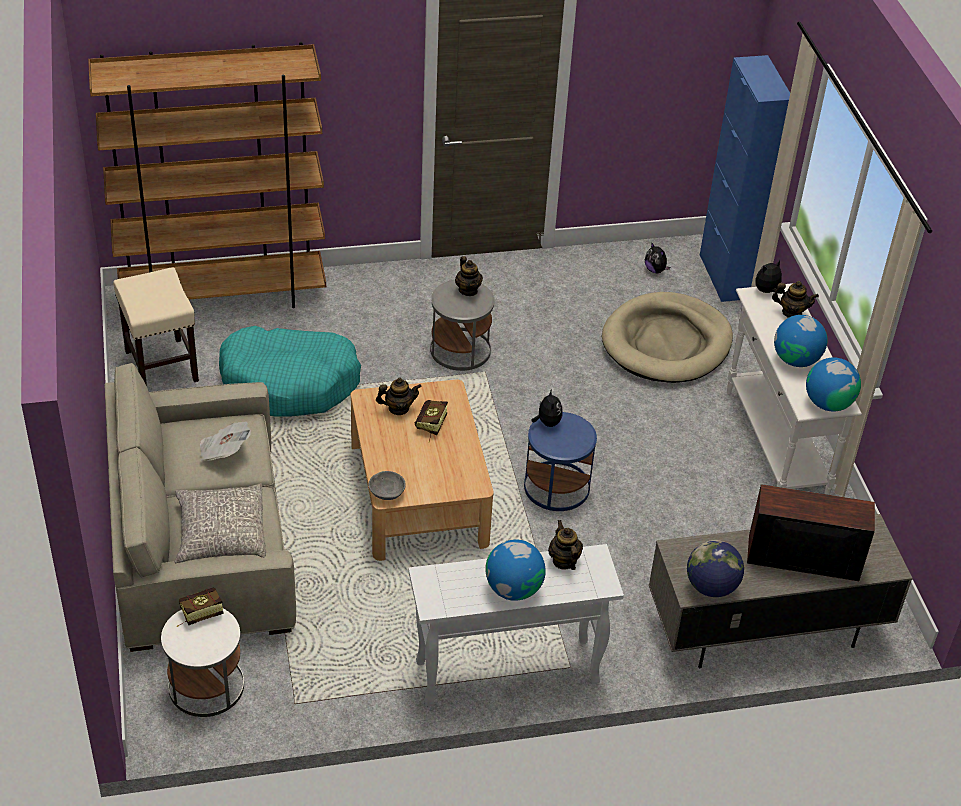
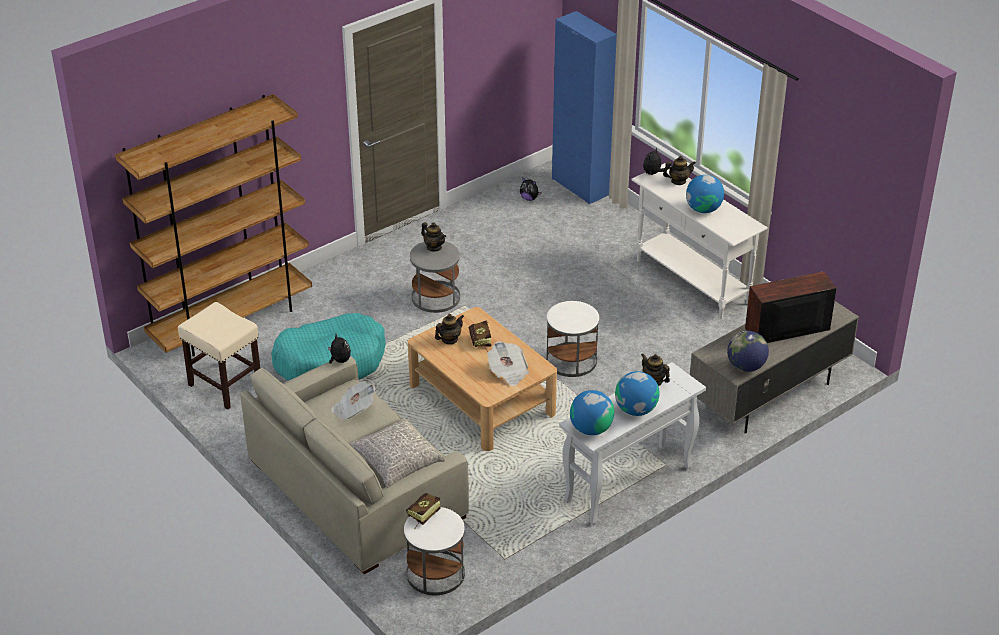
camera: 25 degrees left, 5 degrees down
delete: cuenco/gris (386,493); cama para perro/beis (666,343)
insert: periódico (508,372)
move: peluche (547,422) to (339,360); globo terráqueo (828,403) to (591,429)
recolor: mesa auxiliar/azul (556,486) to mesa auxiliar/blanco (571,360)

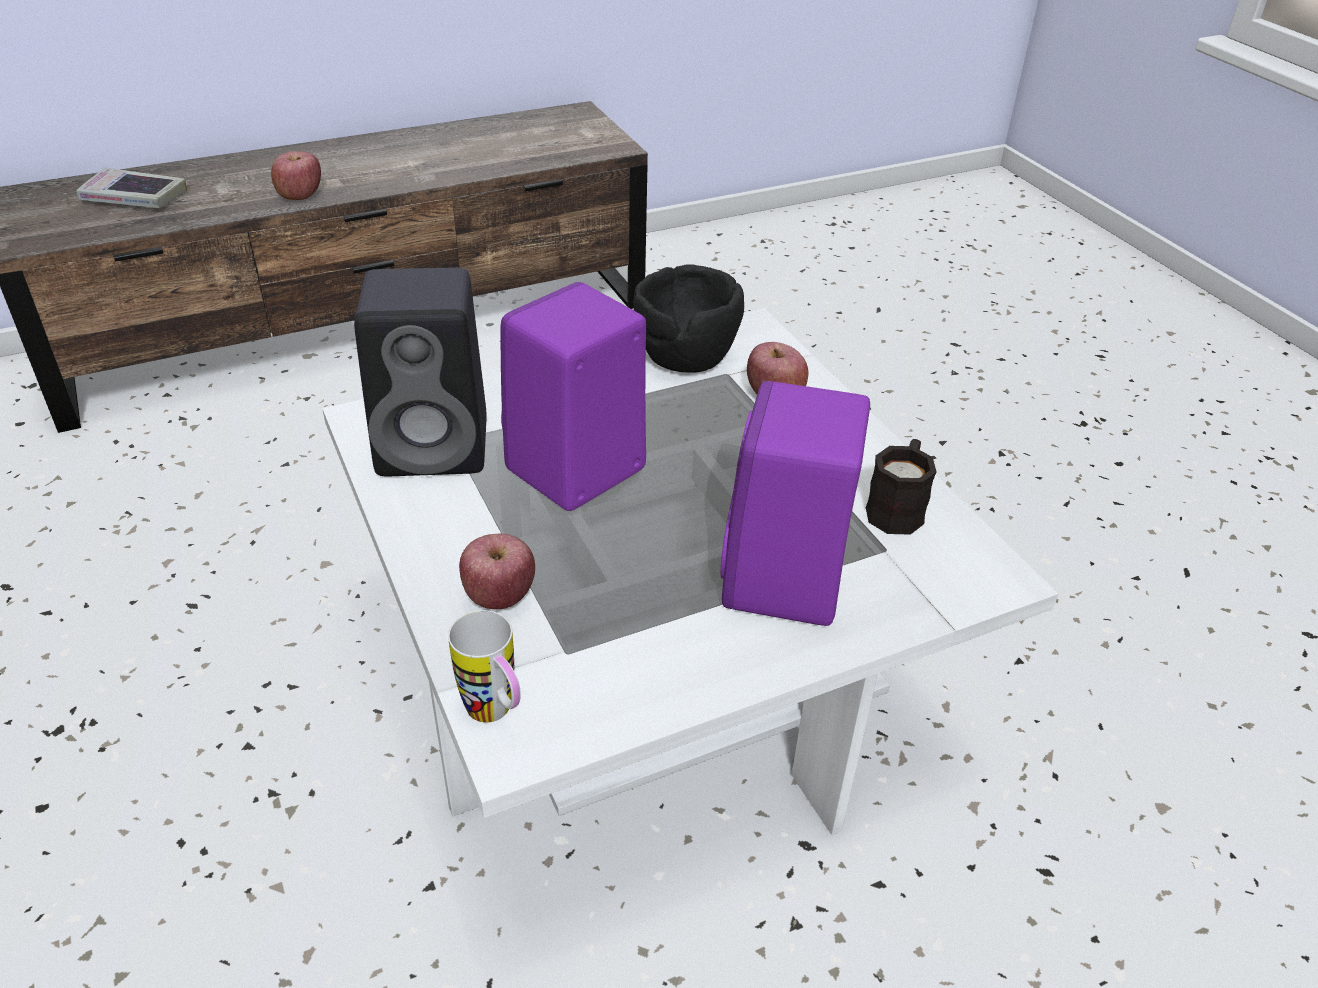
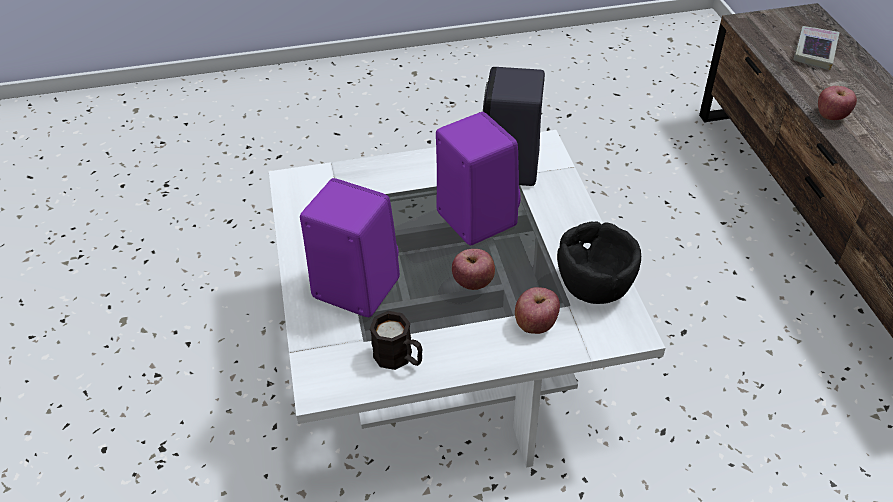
camera: 105 degrees right, 5 degrees up
delete: taza grande (496,715)
move: manzana (499,596) to (473,283)

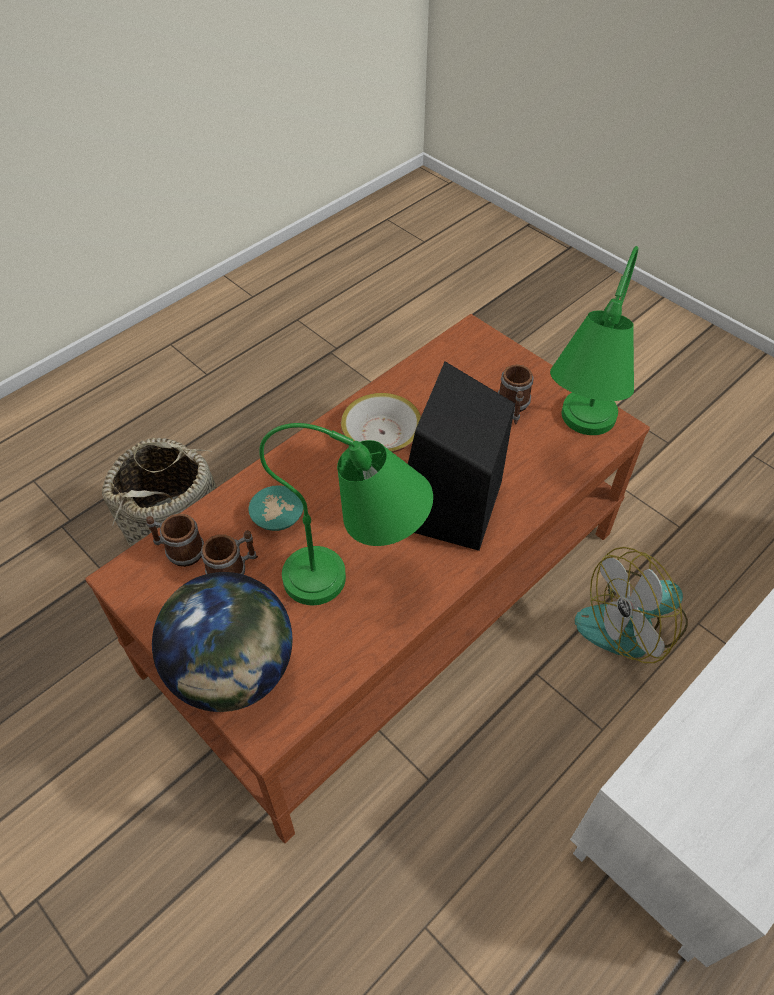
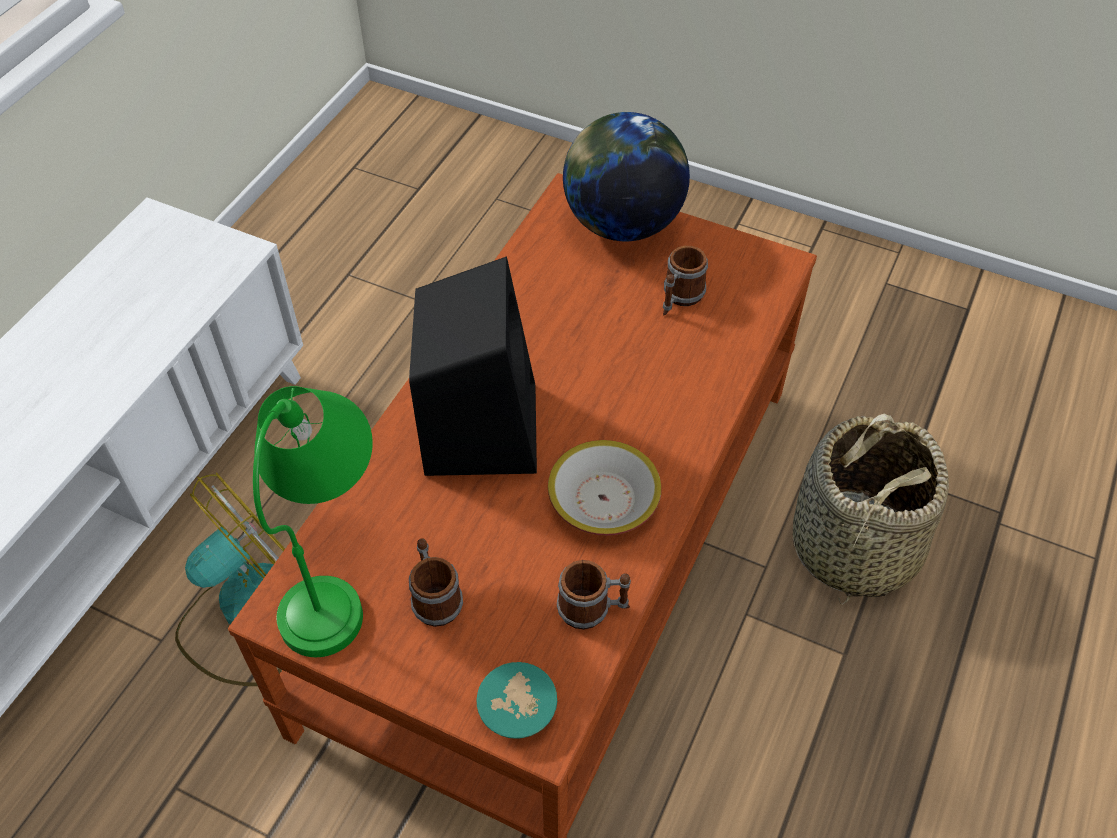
camera: 160 degrees right, 0 degrees up
delete: lámpara de mesa/verde (358,579)
move: taza grande (179,551) to (593,609); cuenco/turquesa (276,518) to (518,706)

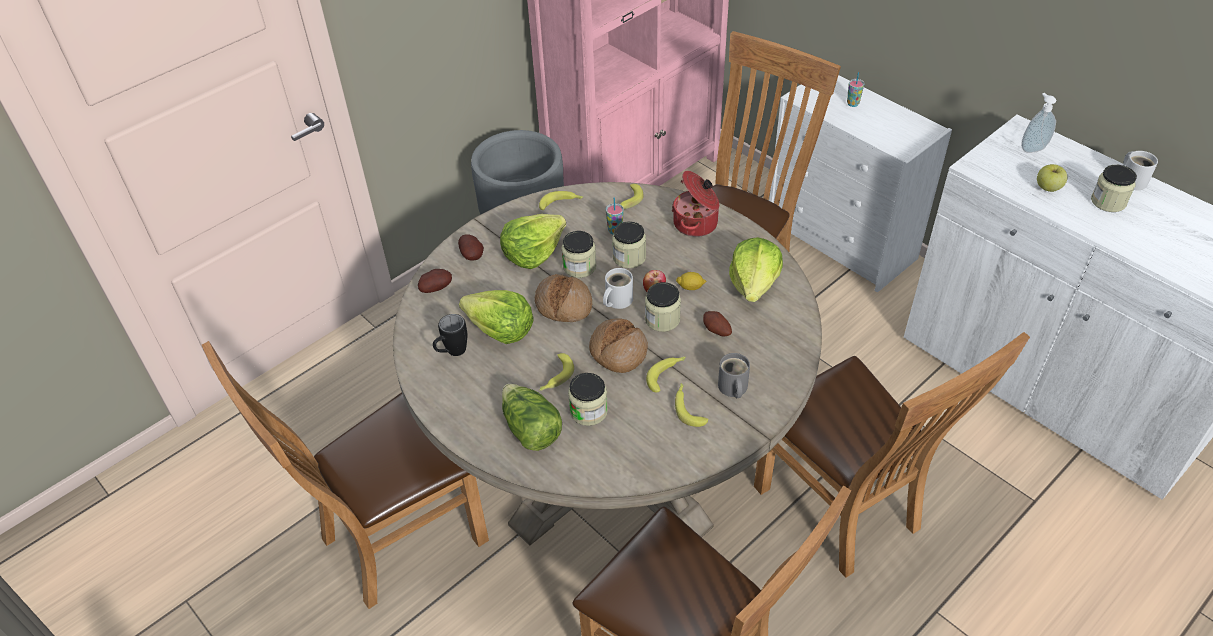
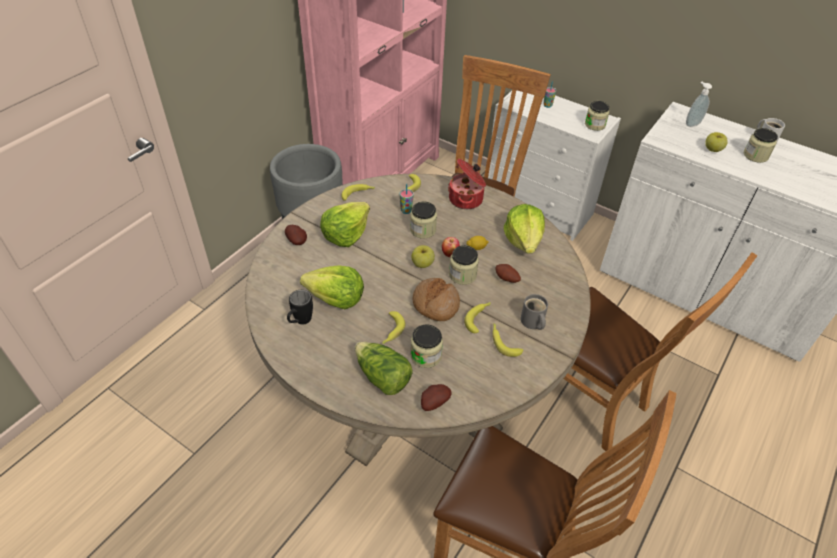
camera: 15 degrees left, 0 degrees up
delete: silla/marrón (393,541); pan (564,304)
move: patata (436,288) to (433,402); tarro (579,267) to (595,125)
replace: taza grande/blanco (616,300) to manzana (422,264)

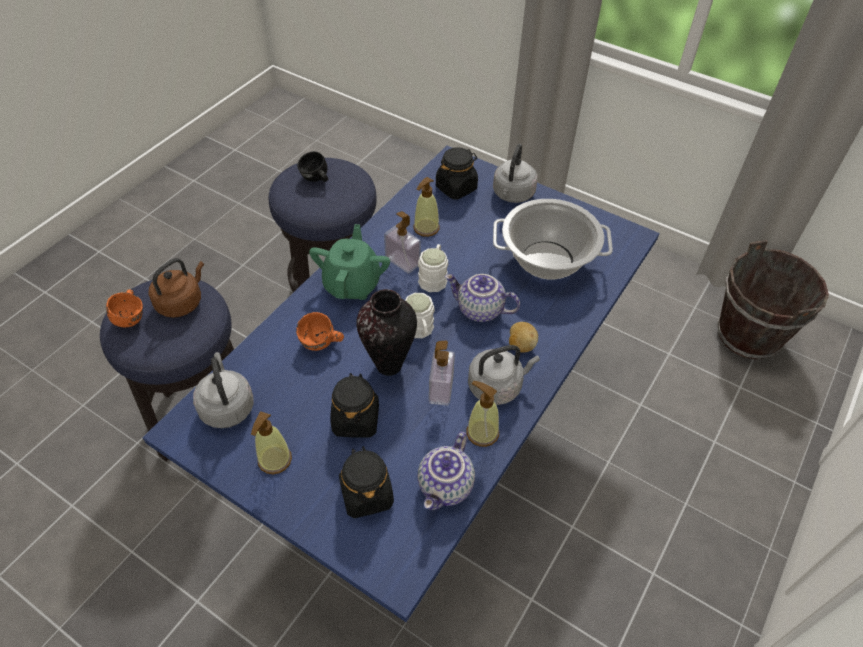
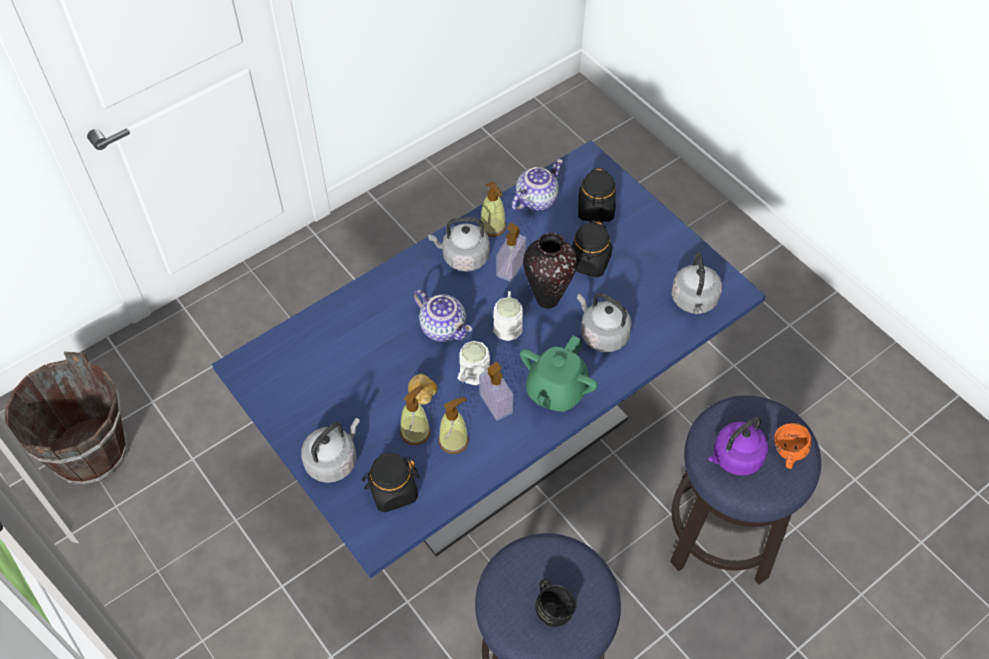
camera: 160 degrees left, 5 degrees up
delete: olla (548,260)
move: dispensador de jabón (274,460) to (415,432); patata (521,345) to (423,396)
replace: taza grande/naranja (322,345) to hervidor/gris (602,334)
recolor: hervidor/marrón (181,302) to hervidor/morado (735,458)

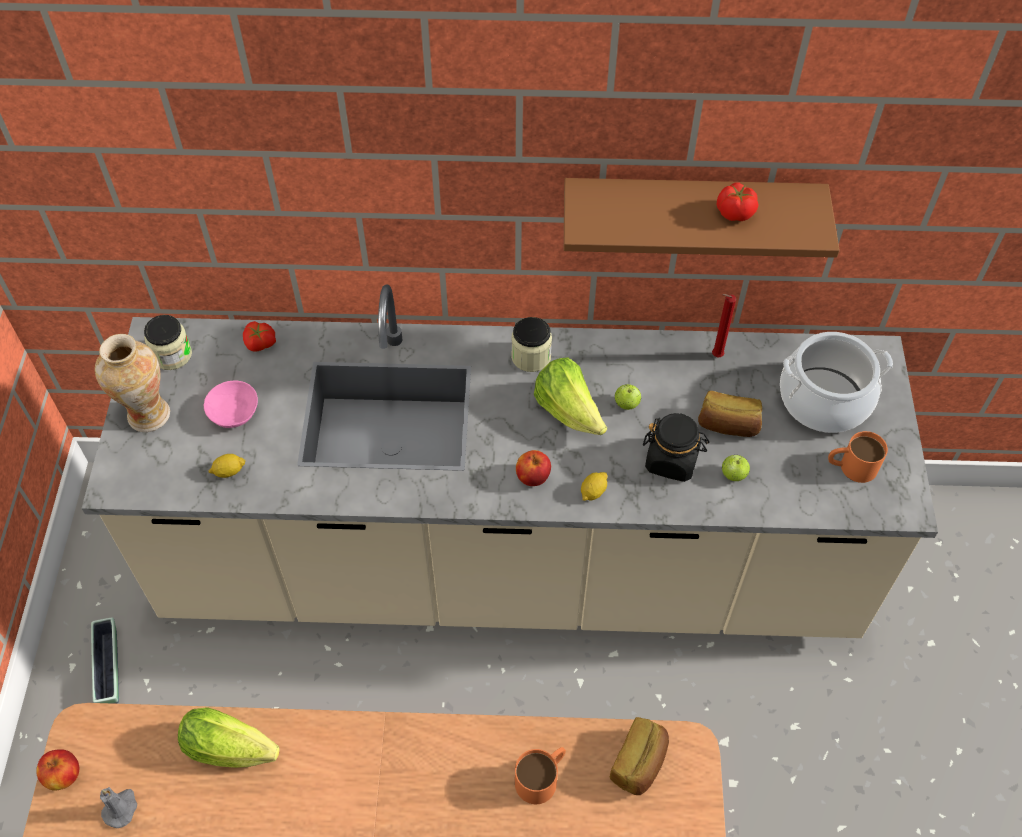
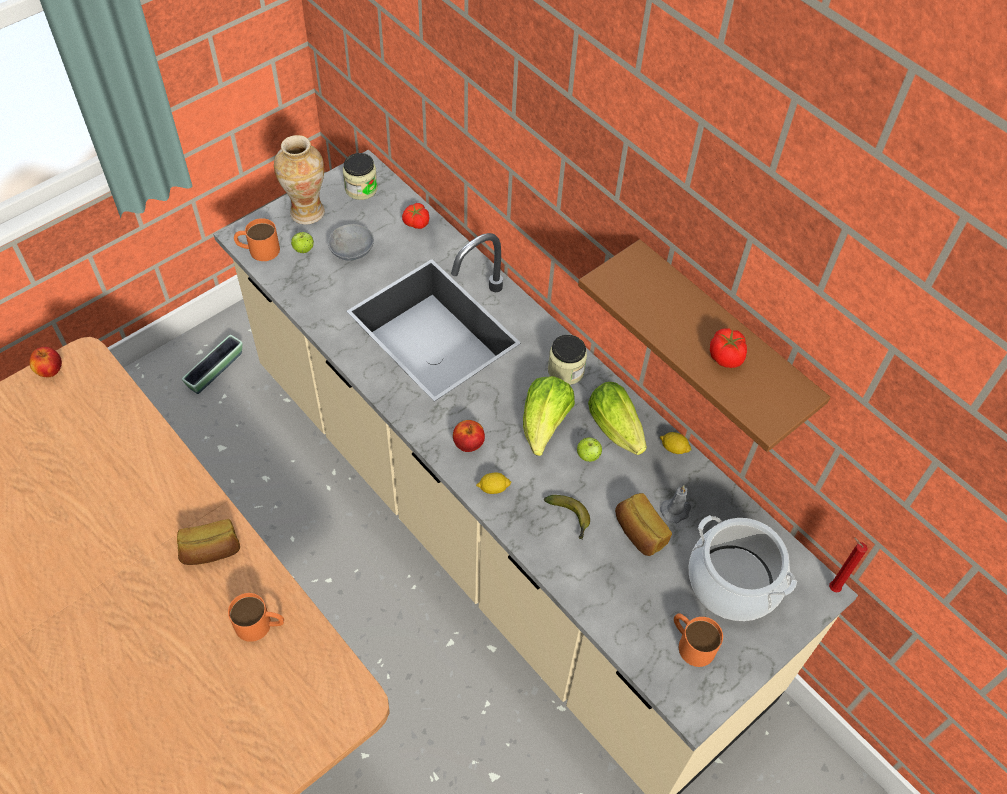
camera: 45 degrees right, 0 degrees up
insert: taza grande/naranja (258,249)
move: vela/gris (121,808) to (676,510); lechuga (234,749) to (617,431); limón (229,471) to (674,448); pan (640,763) to (211,551); vela/rojo (715,356) to (831,587); manzana (733,475) to (303,250)
replace: tarro/negro (672,460) to plátano (570,518)
recolor: cuenco/rosa (235,413) to cuenco/gris (352,251)

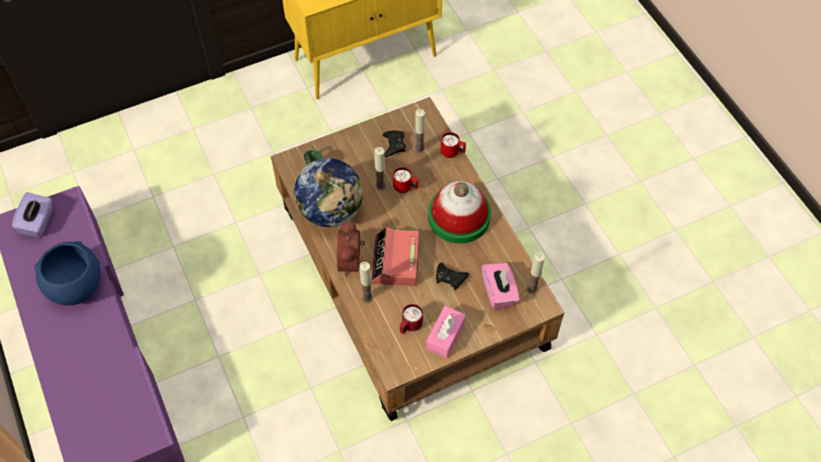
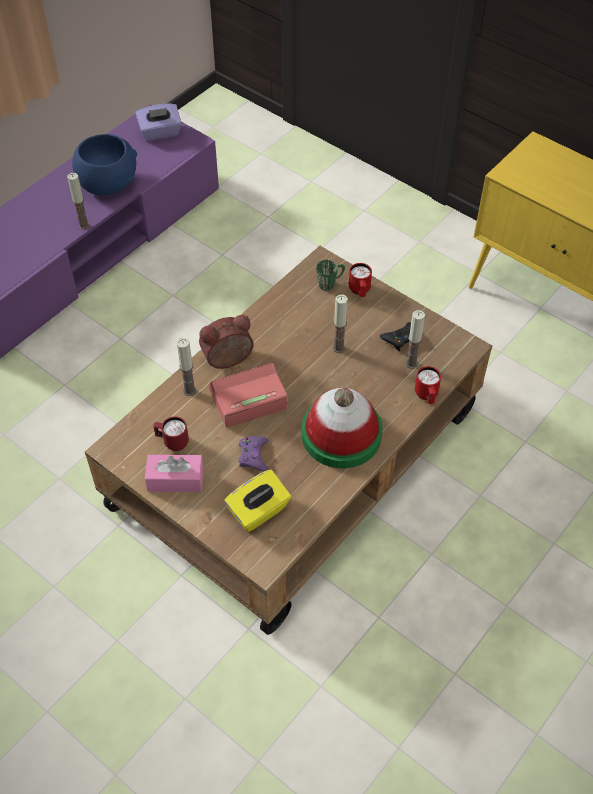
camera: 65 degrees right, 5 degrees down
delete: globo terráqueo (331,211)
move: taza grande/rojo (405,188) to (360,291); vela (532,289) to (83,225)
recolor: mando de consola/negro (450,278) to mando de consola/morado (254,456); caja de pañuelos/rosa (499,292) to caja de pañuelos/amarillo (259,511)

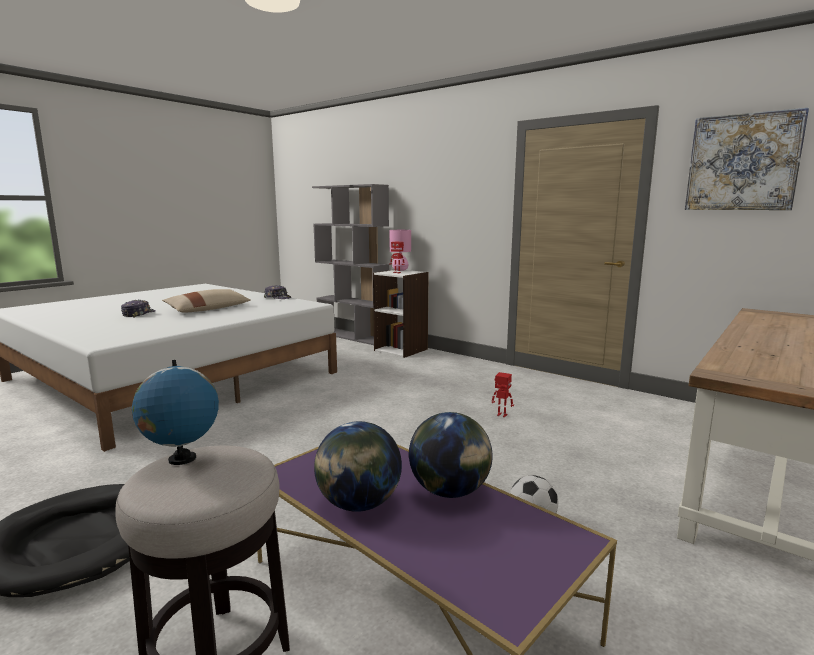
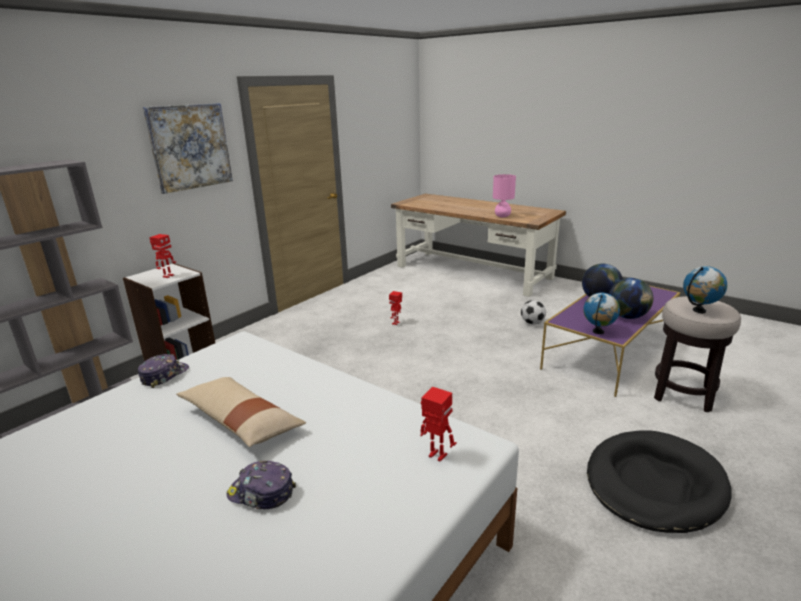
camera: 90 degrees left, 10 degrees up
insert: robot de juguete (437,456); globo terráqueo (598,332)
move: lámpara de mesa/rosa (400,270) to (502,216); cuadro (742,162) to (190,147)

